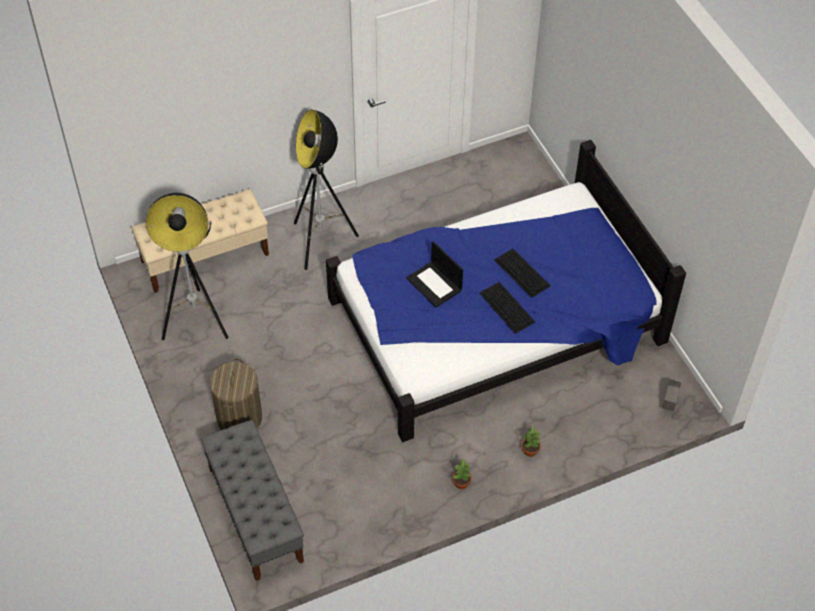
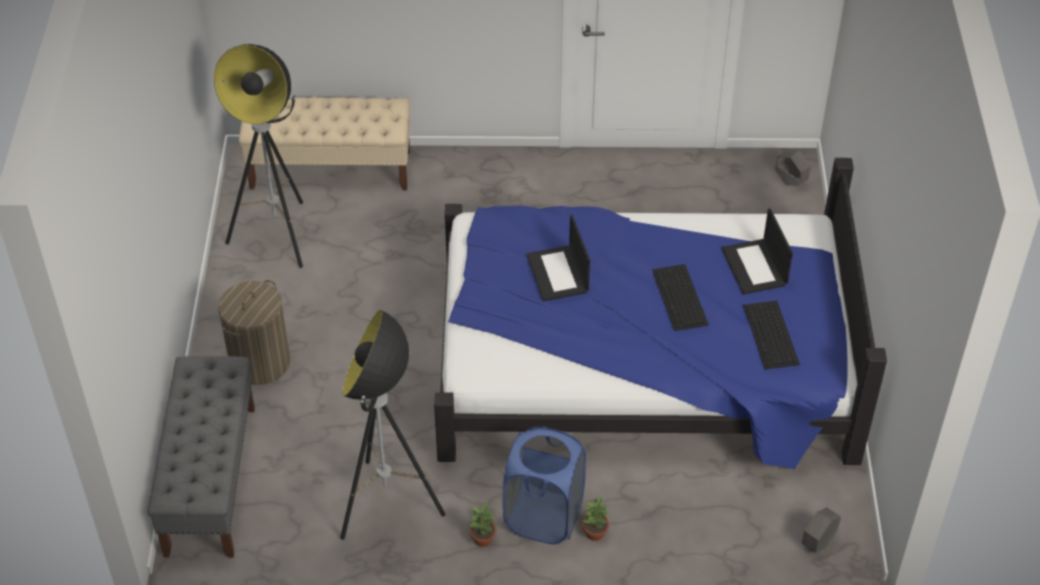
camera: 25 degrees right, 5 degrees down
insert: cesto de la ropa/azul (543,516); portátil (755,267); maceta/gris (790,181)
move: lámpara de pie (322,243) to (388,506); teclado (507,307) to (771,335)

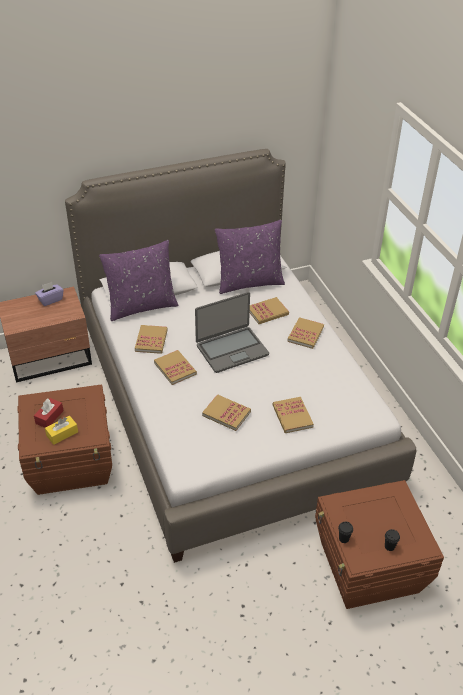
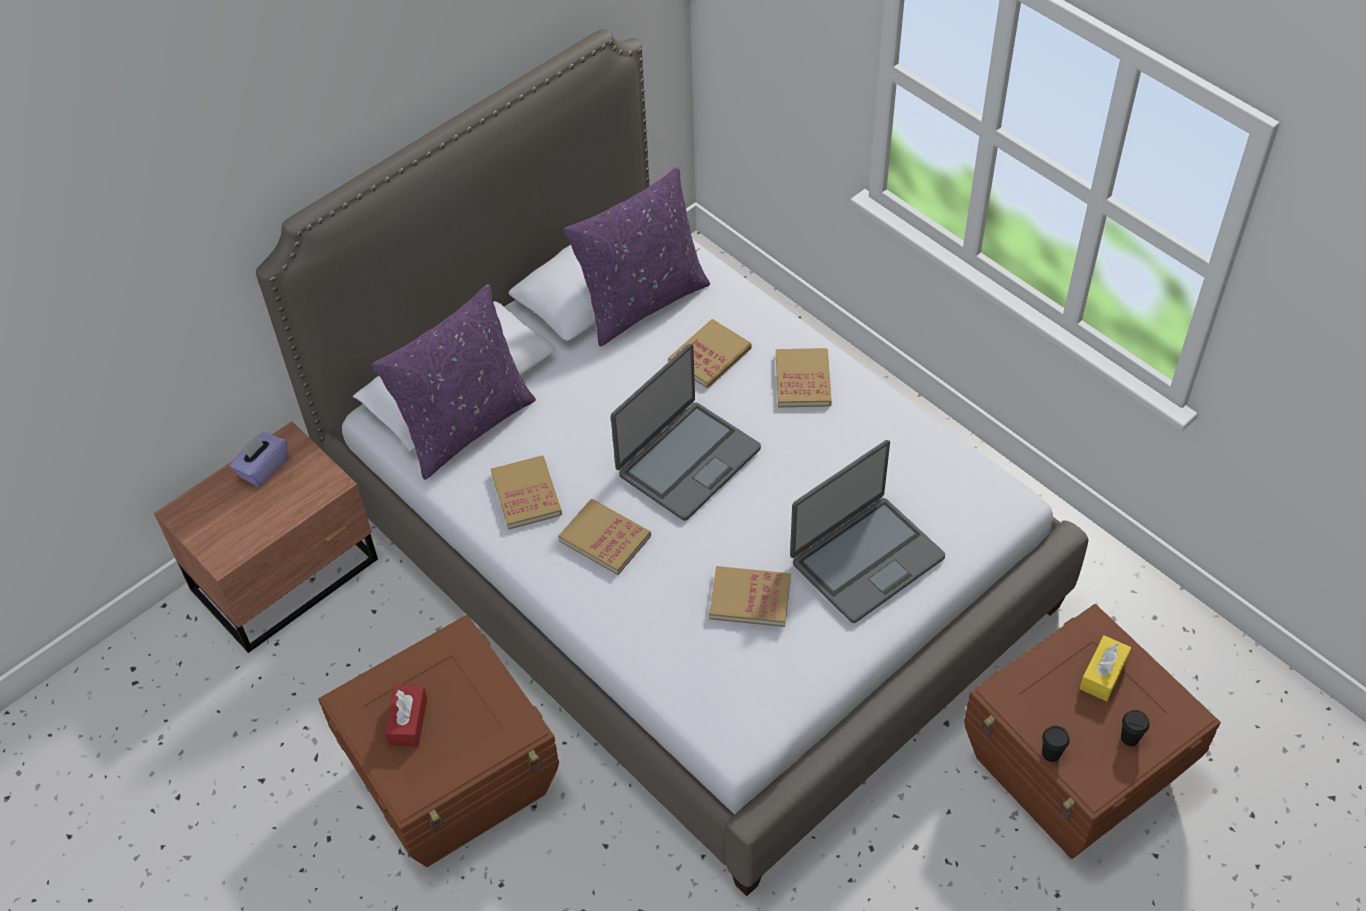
camera: 20 degrees left, 10 degrees up
move: caja de pañuelos/amarillo (62,434) to (1103,674)
replace: libro (292,416) to portátil (866,559)

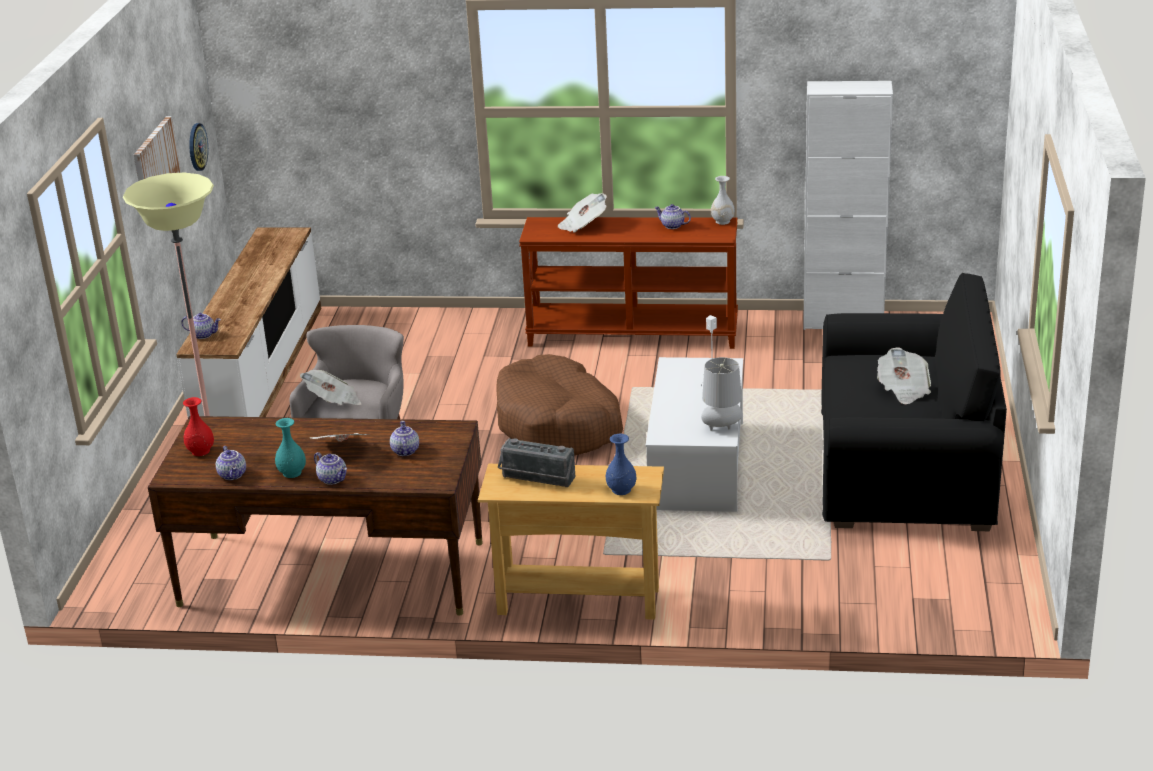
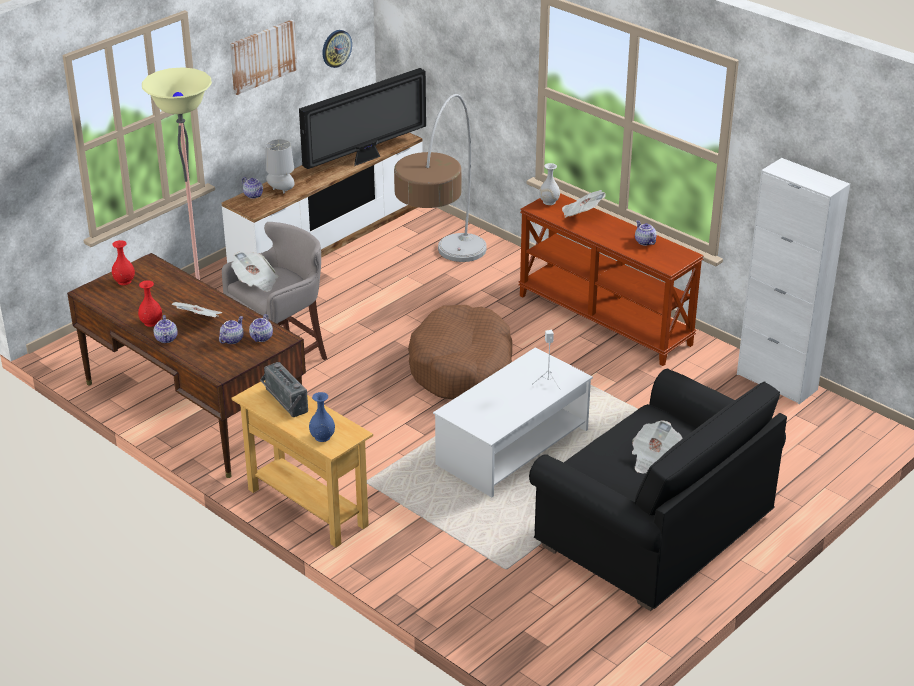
camera: 35 degrees right, 5 degrees up
insert: televisor (366,159); lámpara de pie (443,283)
move: tetera (233,475) to (262,338); lámpara de mesa/gris (722,427) to (281,190); florero/blanco (722,221) to (549,202)
recolor: florero/turquesa (292,473) to florero/rojo (151,323)

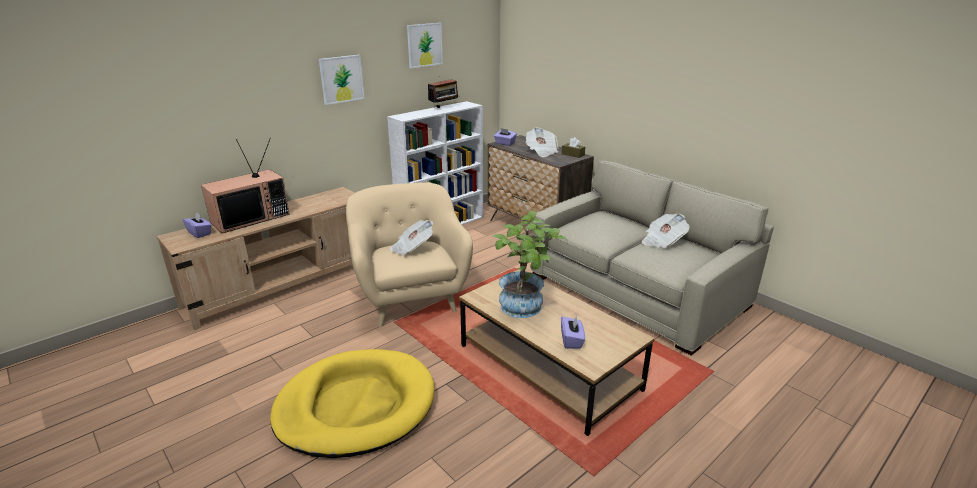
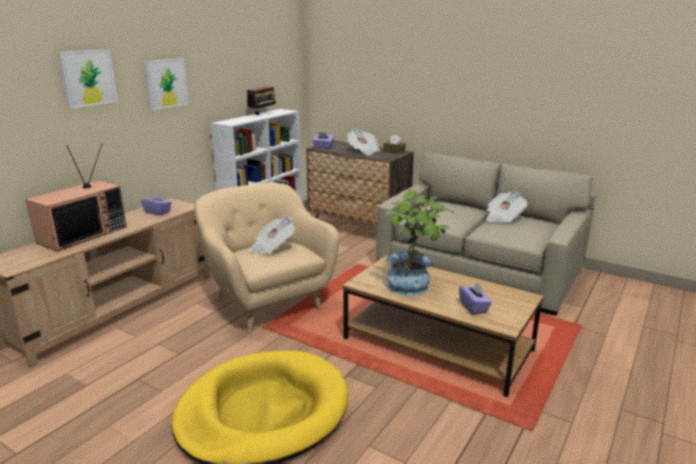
camera: 15 degrees left, 5 degrees down
move: caja de pañuelos/morado (200,233) to (157,212); cuadro (424,45) to (88,78)

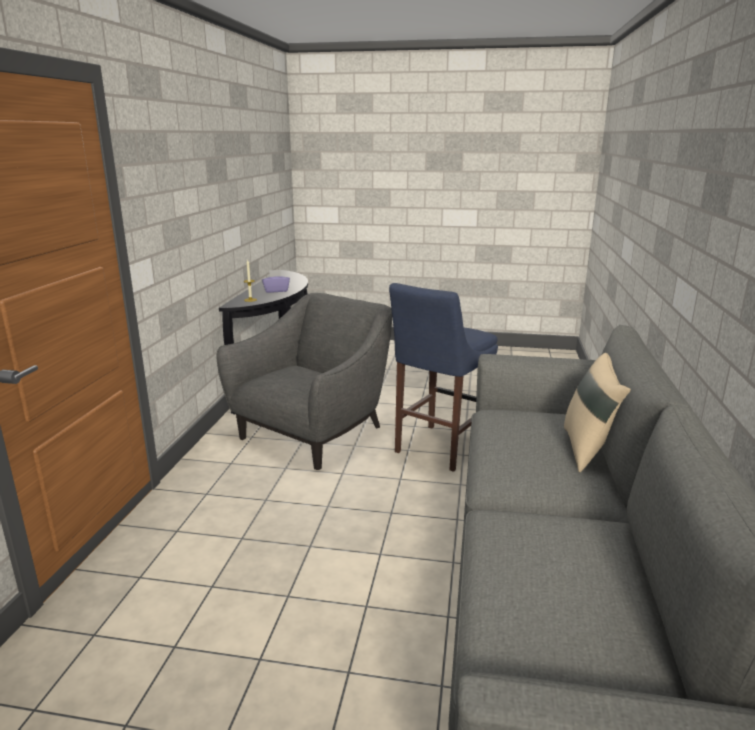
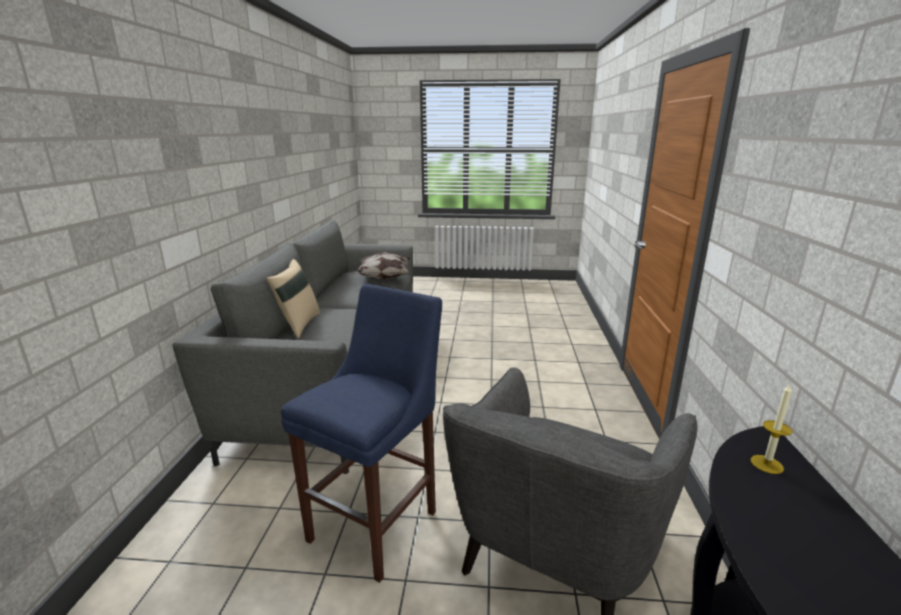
camera: 175 degrees right, 0 degrees up
delete: caja de pañuelos/morado (276,290)
insert: cojín (383,278)

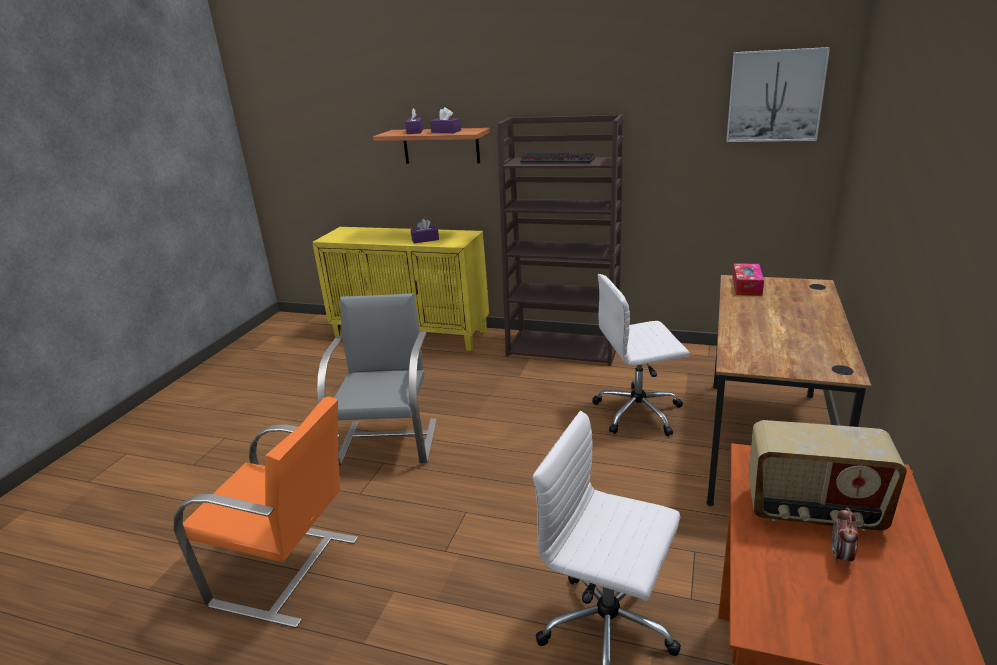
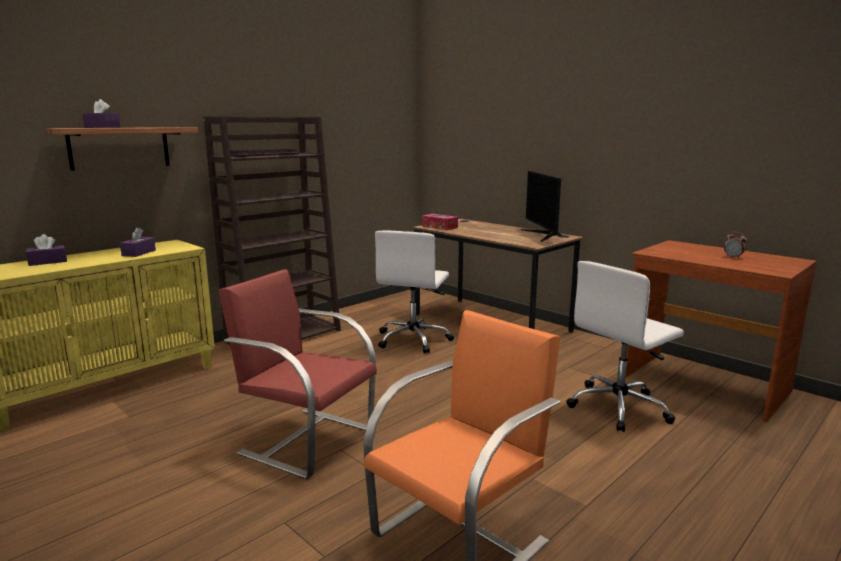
camera: 65 degrees left, 10 degrees down
delete: cuadro (775,96); radio (813,511)
insert: monitor (543,235)
move: caja de pañuelos/morado (446,131) to (48,262)
recolor: silla/gris (388,441) to silla/rojo (306,440)

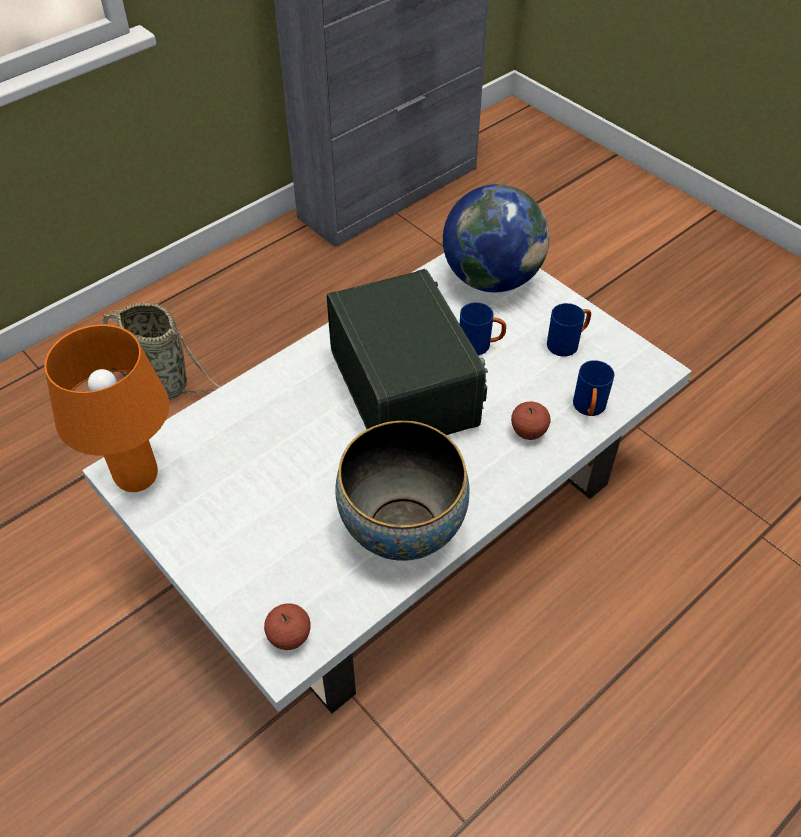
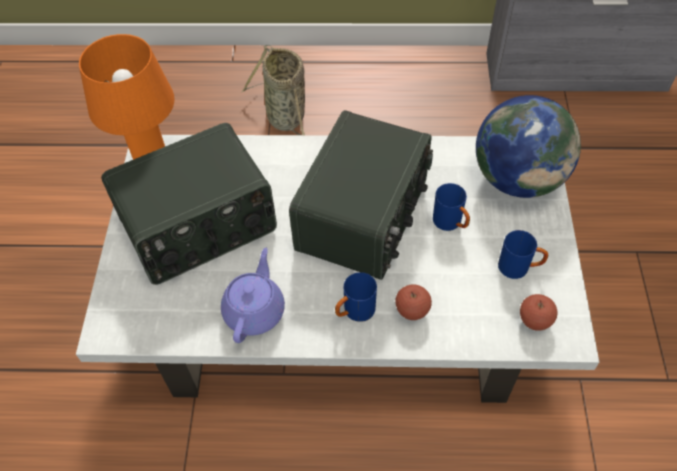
camera: 45 degrees right, 5 degrees up
insert: radio (199,227)
move: manzana (289,637) to (534,321); taza grande/azul (589,409) to (354,312)
replace: cuenco (402,529) to tetera/morado (255,310)

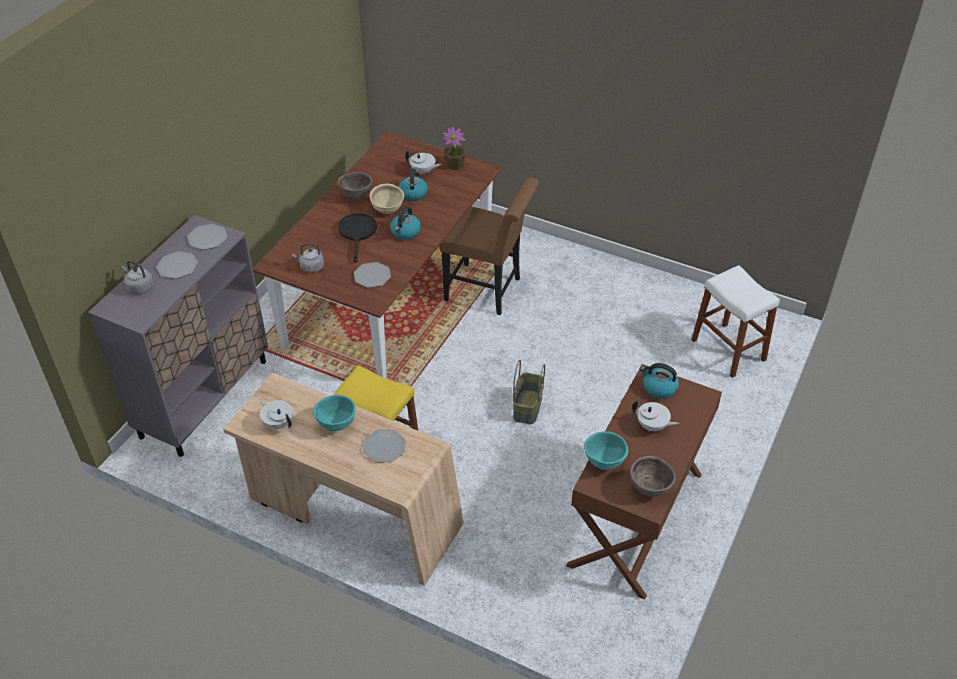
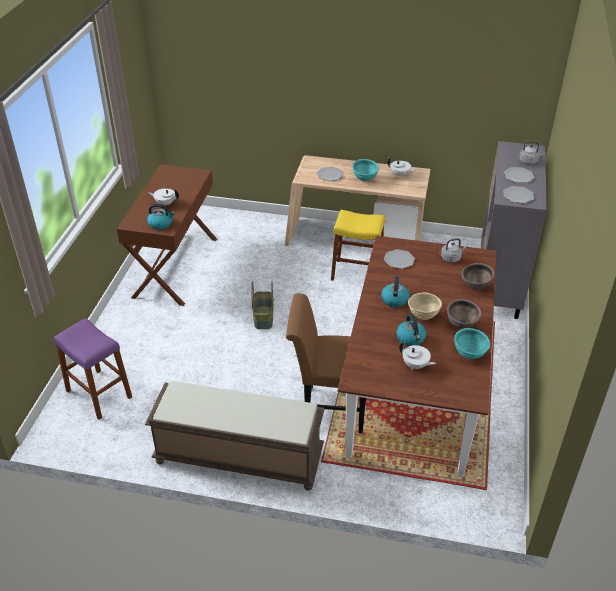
camera: 165 degrees right, 5 degrees down
delete: sartén/negro (357,233); planta en maceta (455,165)
insert: banco/marrón (237,457)
move: cuenco/turquesa (604,462) to (469,355); cuenco/marrón (649,489) to (475,287)
recolor: taburete/blanco (728,350) to taburete/morado (99,394)
rotate: tetera/blanco (423,171) = (415,365) 150 degrees counterclockwise

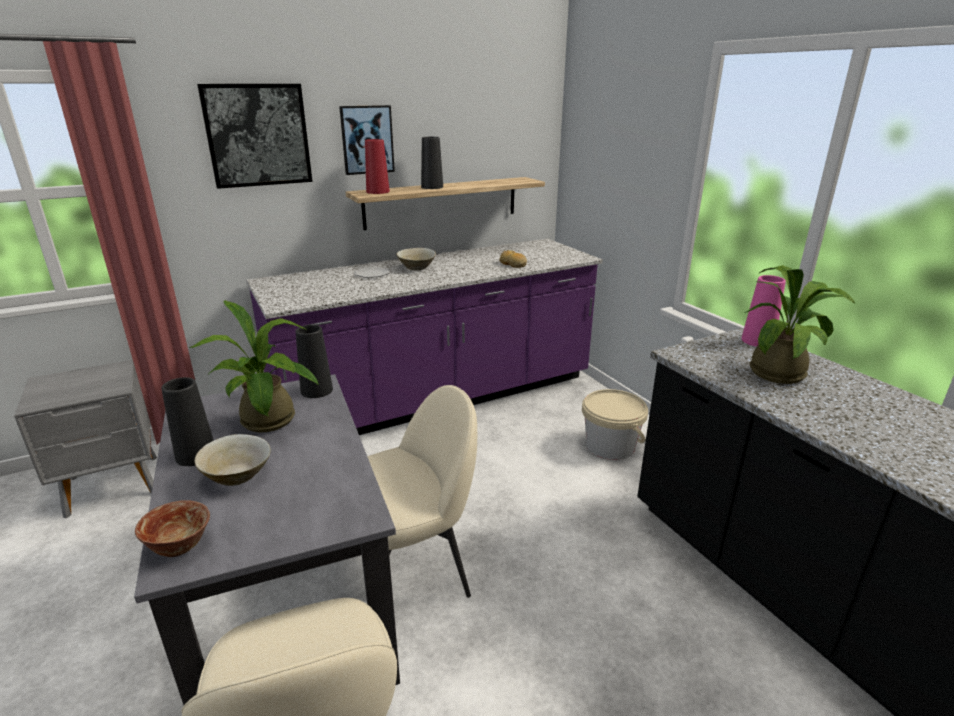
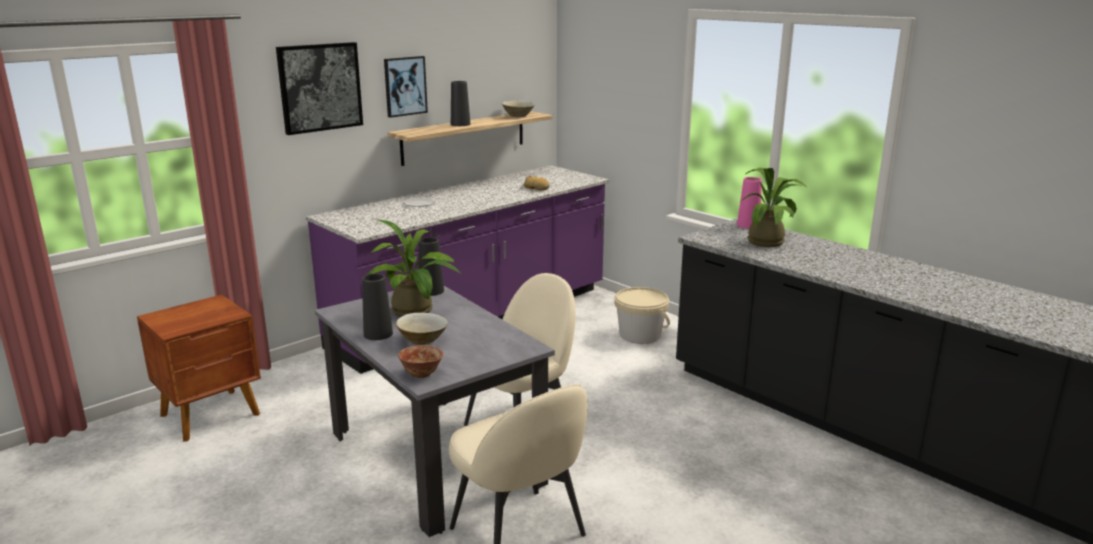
camera: 15 degrees left, 5 degrees down
delete: florero/rojo (378,191)
move: cuenco/beis (416,268) to (518,116)
recolor: mesita de noche/gris (114,486) to mesita de noche/marrón (212,415)

